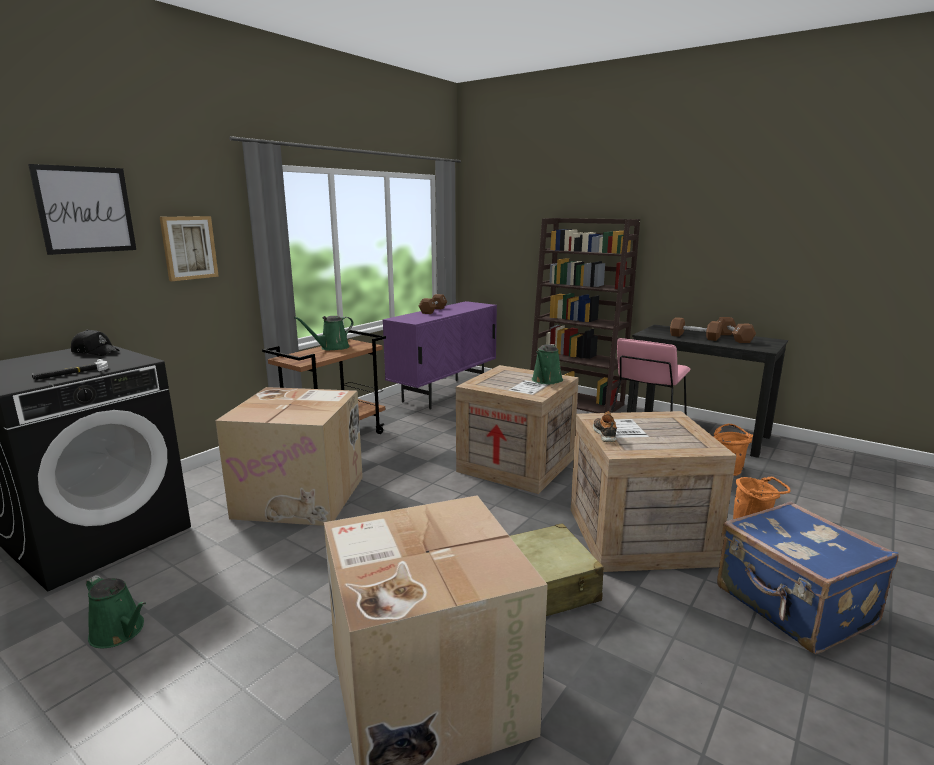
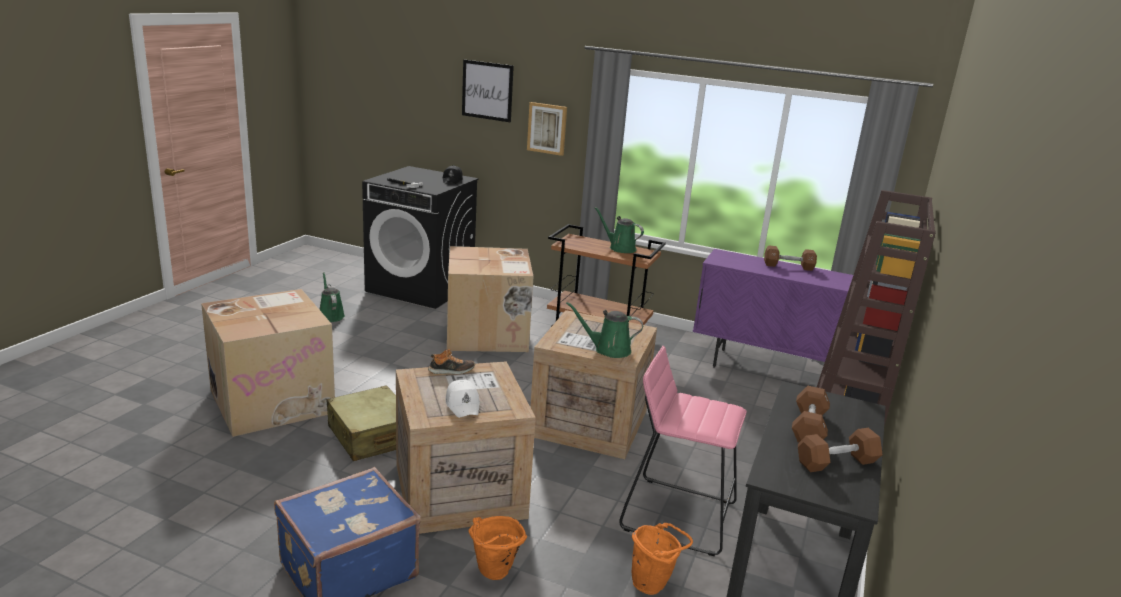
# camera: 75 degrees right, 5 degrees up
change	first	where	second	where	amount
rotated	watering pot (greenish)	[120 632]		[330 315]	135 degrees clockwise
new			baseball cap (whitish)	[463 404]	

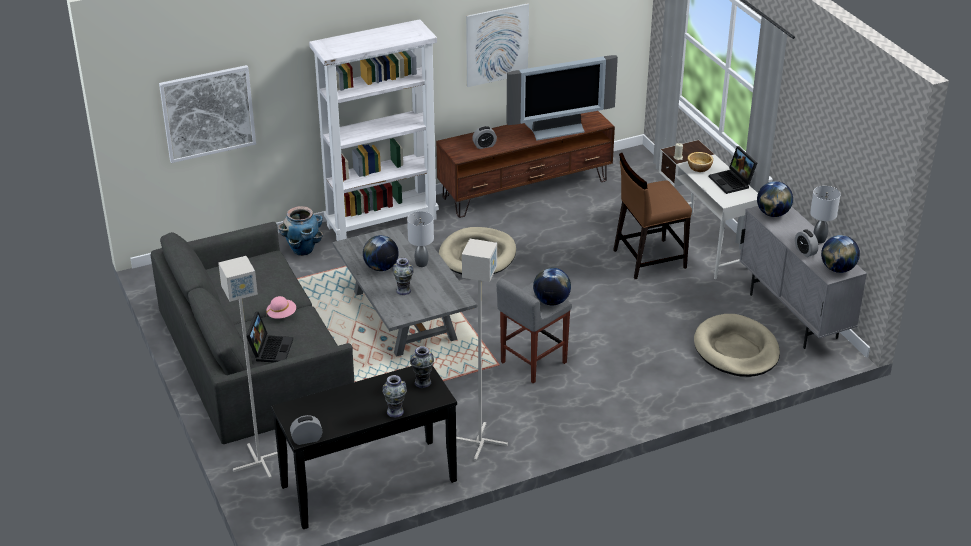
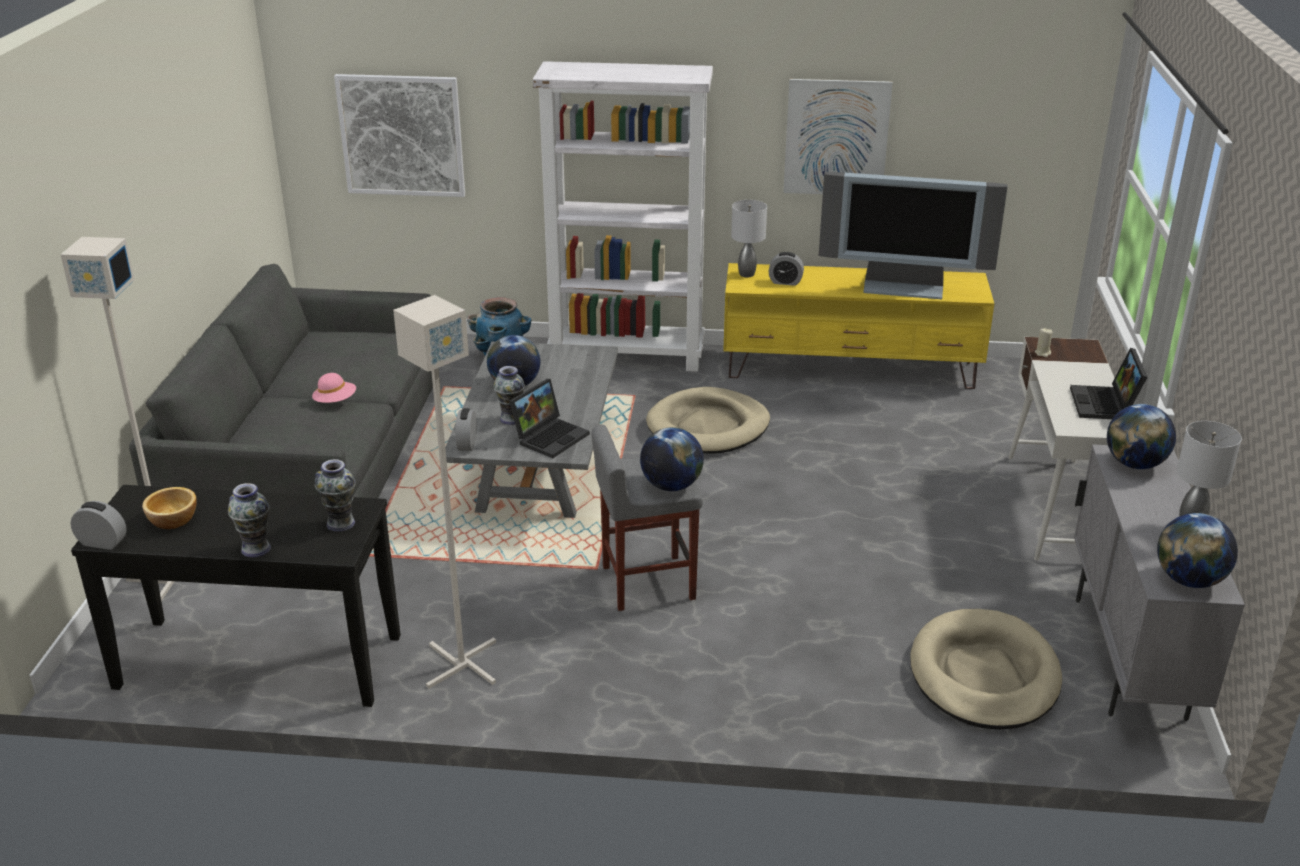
# camera: 30 degrees right, 5 degrees down
change	first	where	second	where	amount
shifted	laptop	[270 349]		[550 436]	
shifted	lamp for a table (grey)	[421 263]		[746 274]	
repainted	tv unit (brown-coloured)	[525 188]	tv unit (yellowish)	[851 369]	
gone	upright chair (brown-coloured)	[648 259]			
shifted	deep dish	[700 168]		[174 520]	
shifted	alarm clock	[805 251]		[467 444]	

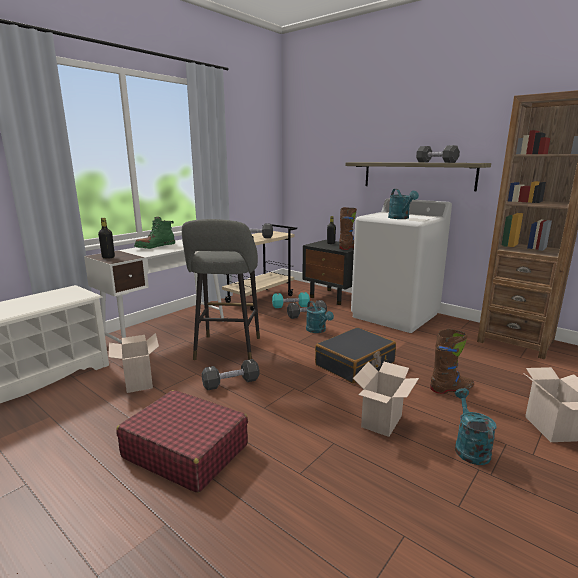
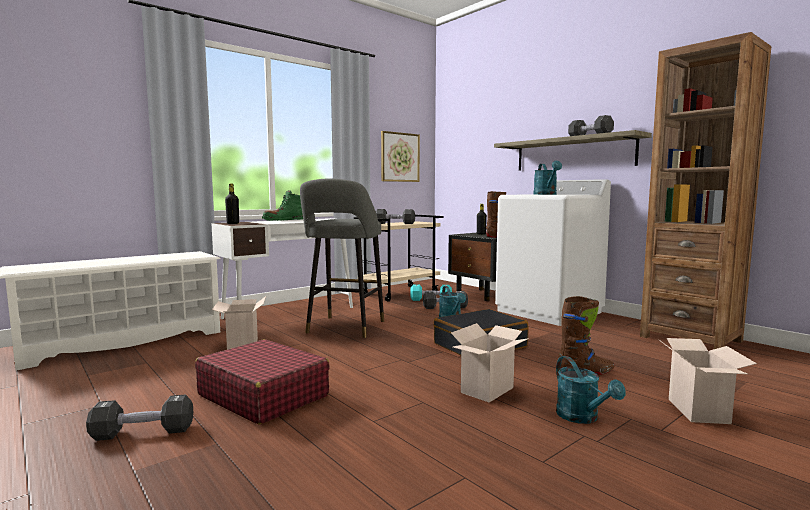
# camera: 10 degrees right, 10 degrees down
change	first	where	second	where	amount
shifted	hand weight (black-coloured)	[231 383]		[143 433]	
rotated	watering pot (turquoise-coloured)	[469 447]		[582 418]	150 degrees clockwise
new			picture	[400 157]	

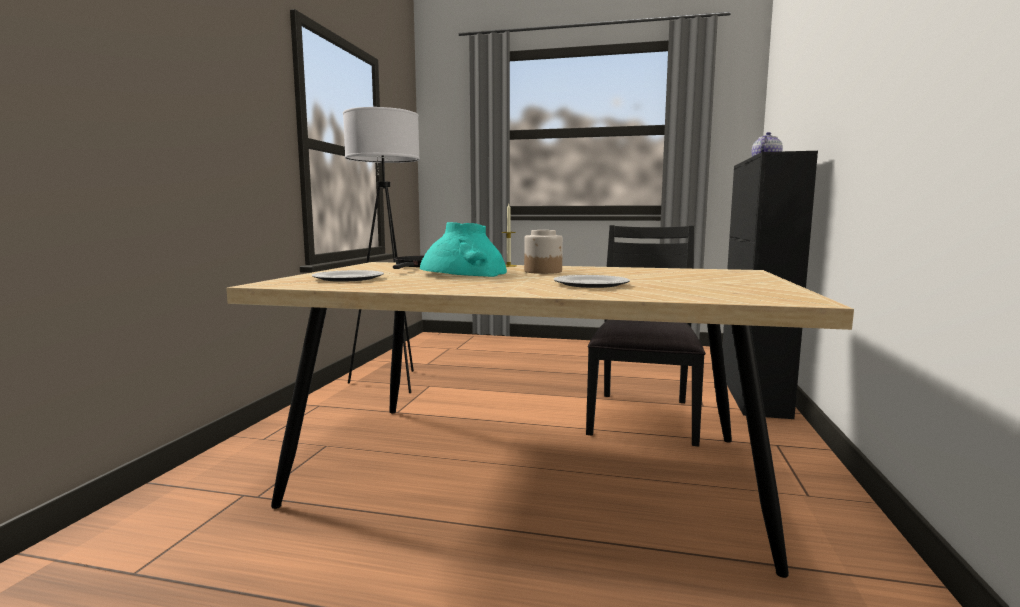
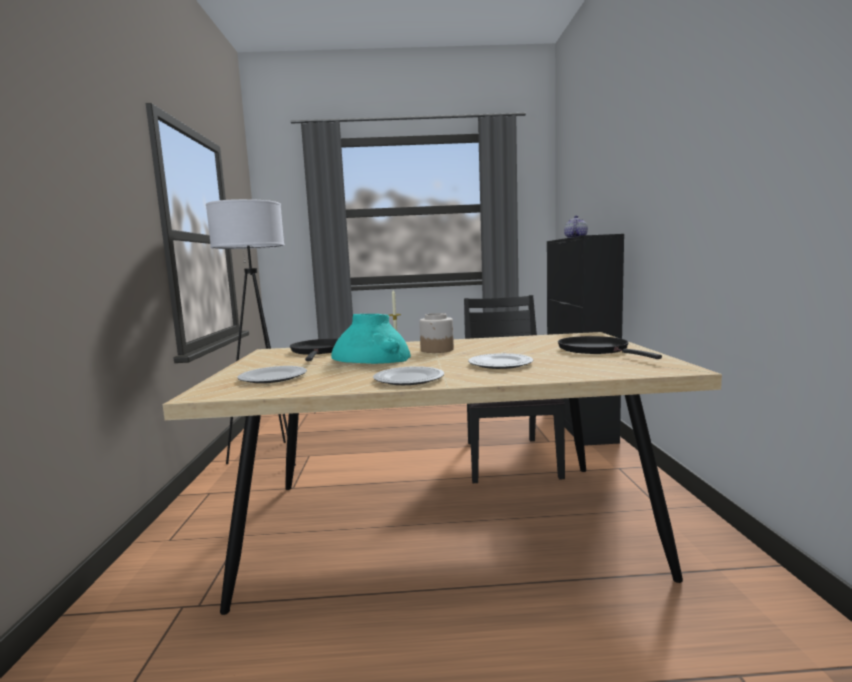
# camera: 15 degrees left, 0 degrees up
change	first	where	second	where	amount
new			plate	[409 379]	
new			pan (black-coloured)	[596 350]	

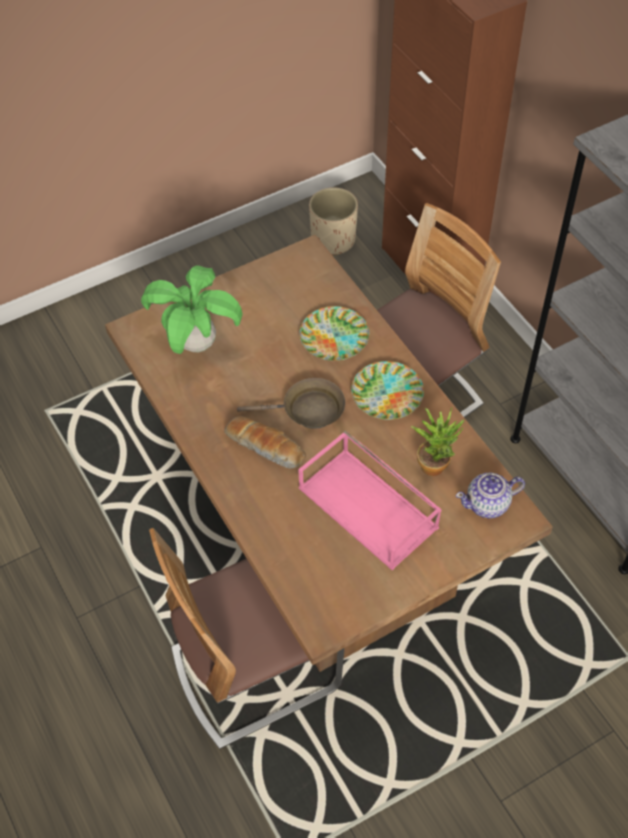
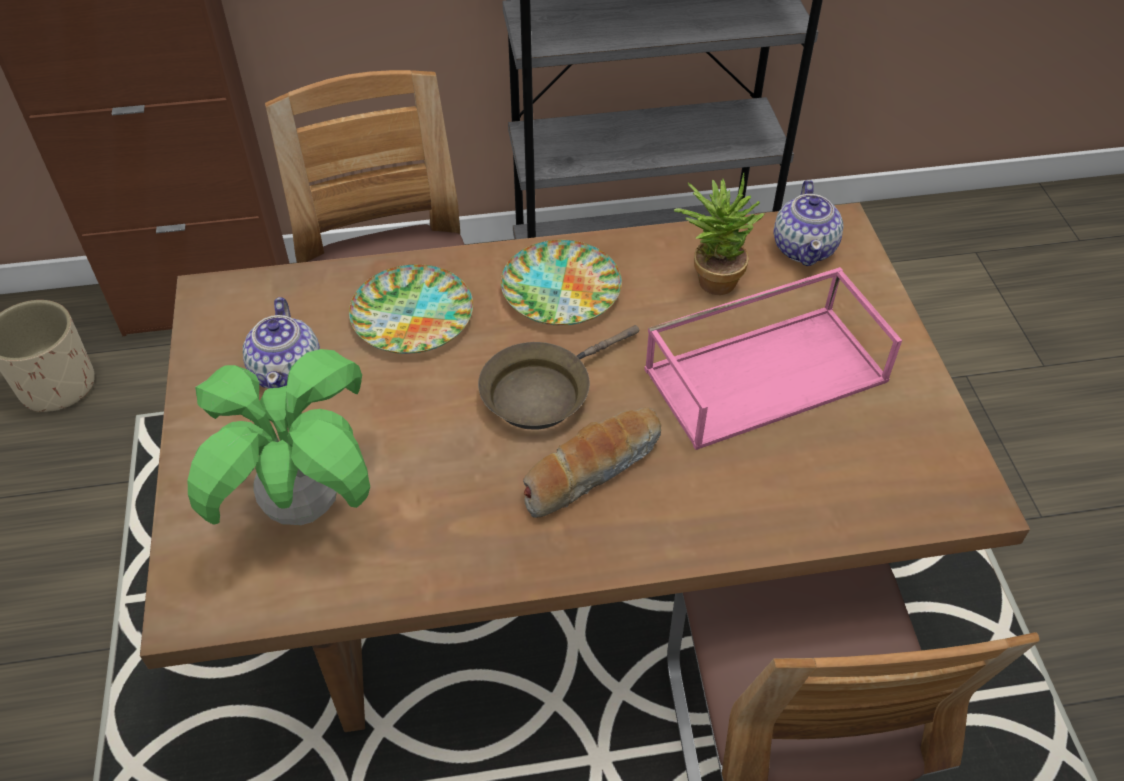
# camera: 70 degrees left, 5 degrees down
change	first	where	second	where	amount
rotated	pan (brown-coloured)	[308 410]		[542 391]	150 degrees counterclockwise
new			pot for tea	[288 371]	

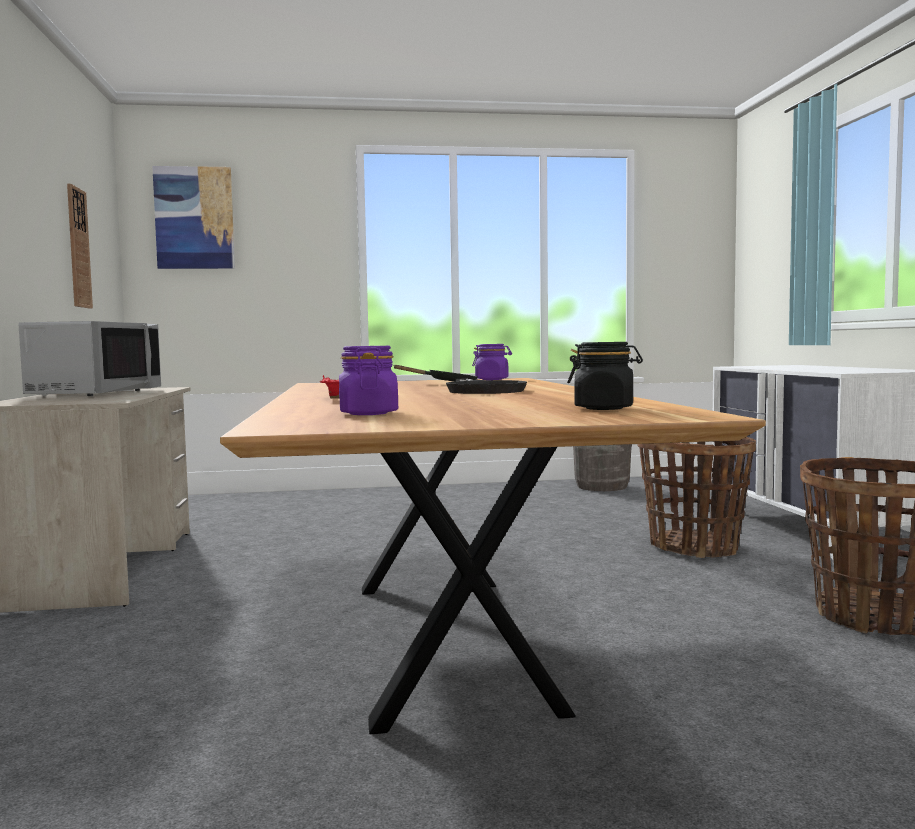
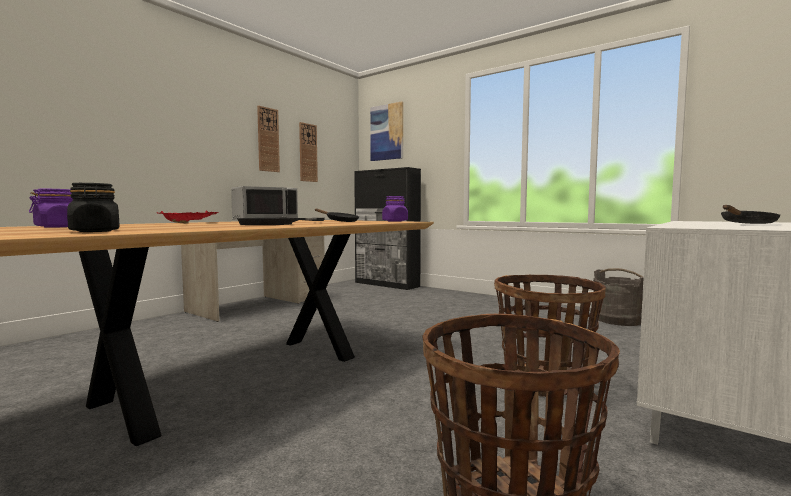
# camera: 45 degrees right, 0 degrees up
change	first	where	second	where	amount
new			clock on the wall	[268 139]	
new			cupboard (black-coloured)	[387 284]	
new			pan (black-coloured)	[746 224]	

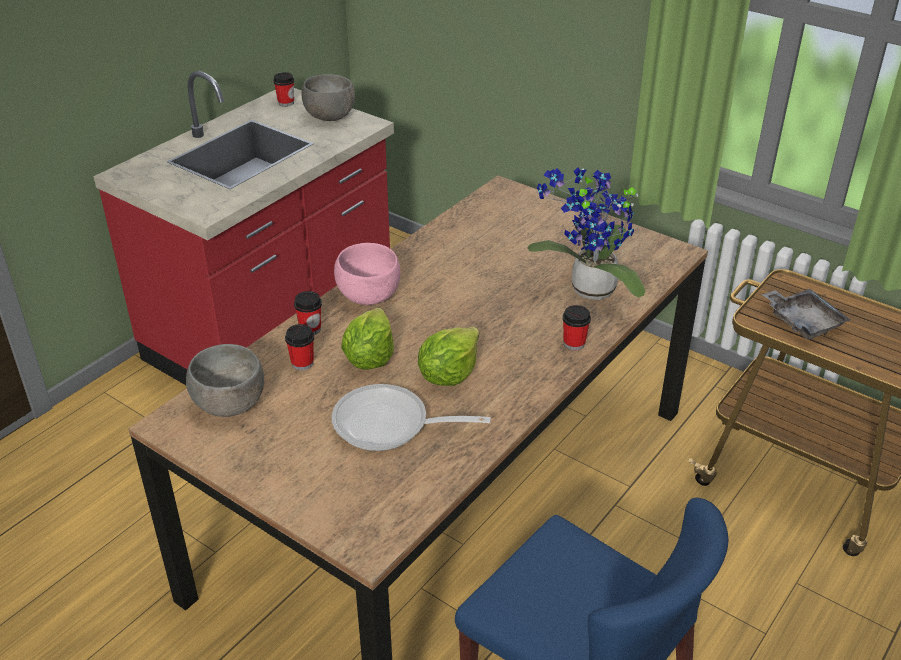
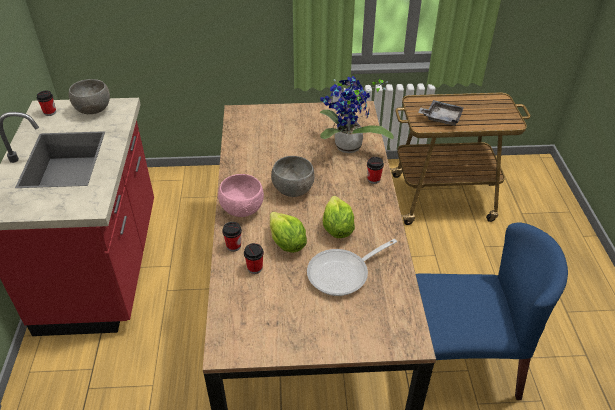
# camera: 40 degrees left, 5 degrees up
change	first	where	second	where	amount
shifted	deep dish (grey)	[229 405]		[293 191]	

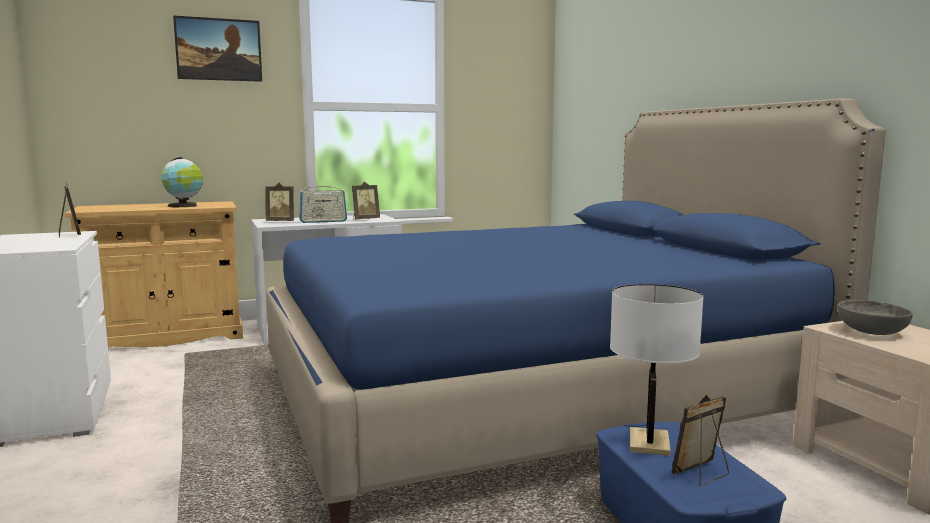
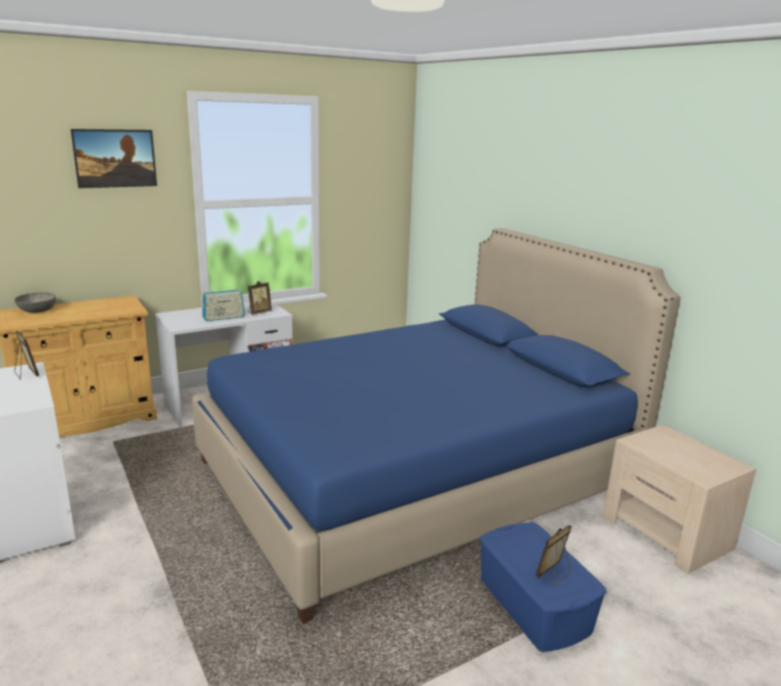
# camera: 10 degrees left, 10 degrees up
change	first	where	second	where	amount
gone	world globe	[184 206]			
gone	standing frame	[281 221]			
gone	lamp for a table (whitish)	[649 443]			
shifted	deep dish (grey)	[871 332]		[37 310]	

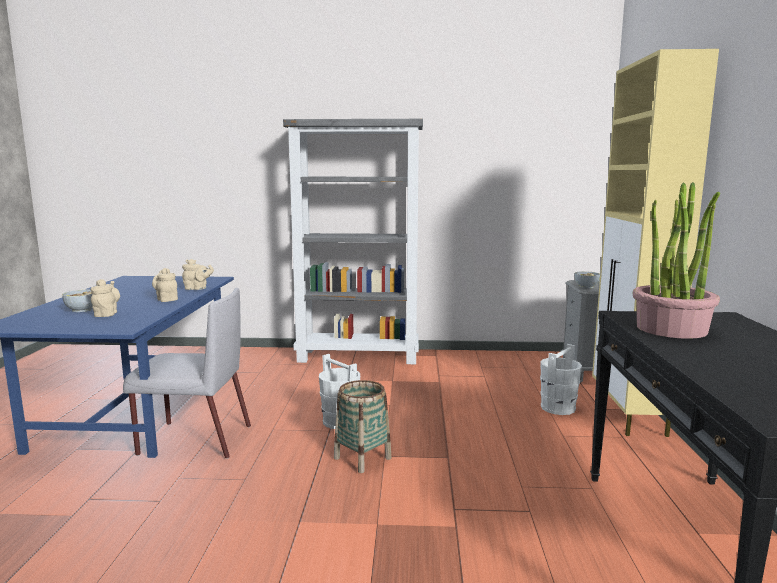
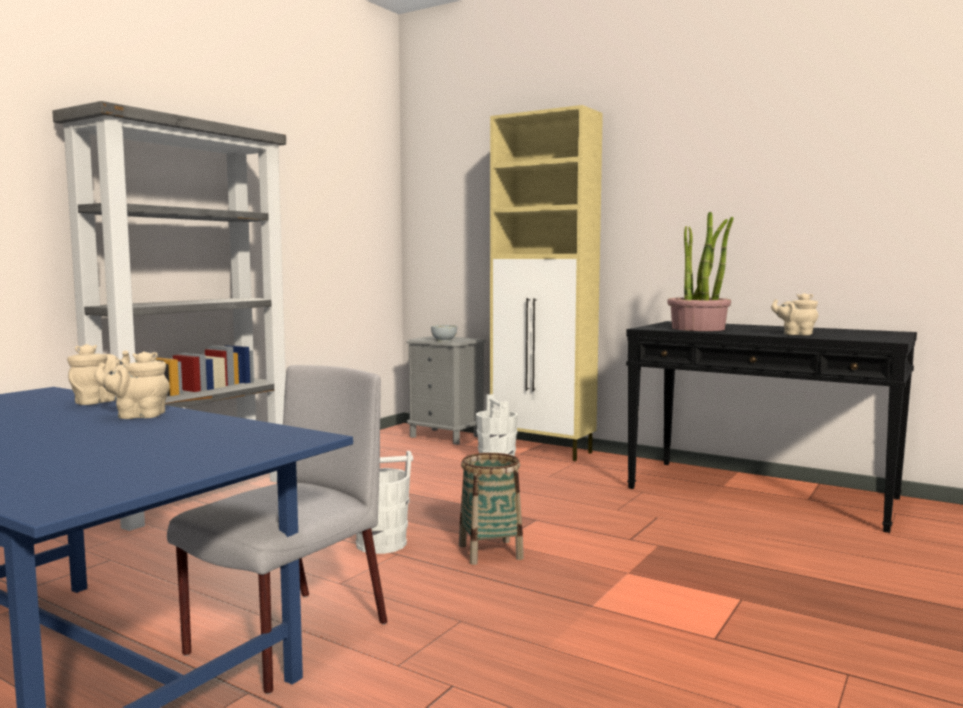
# camera: 60 degrees left, 5 degrees down
change	first	where	second	where	amount
gone	deep dish	[81 310]			
shifted	pot for tea (sand-coloured)	[107 314]		[795 334]	

